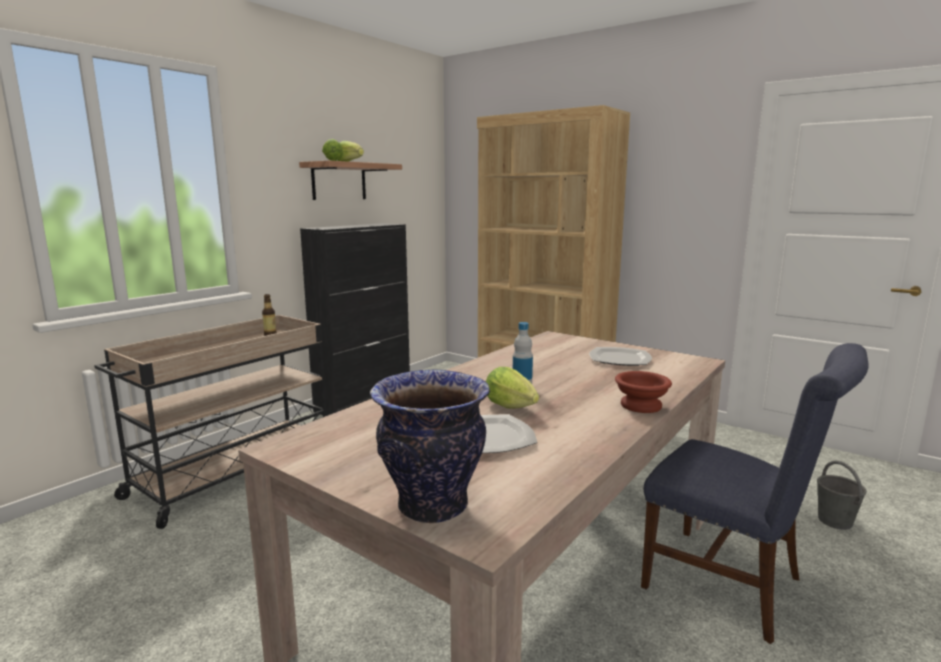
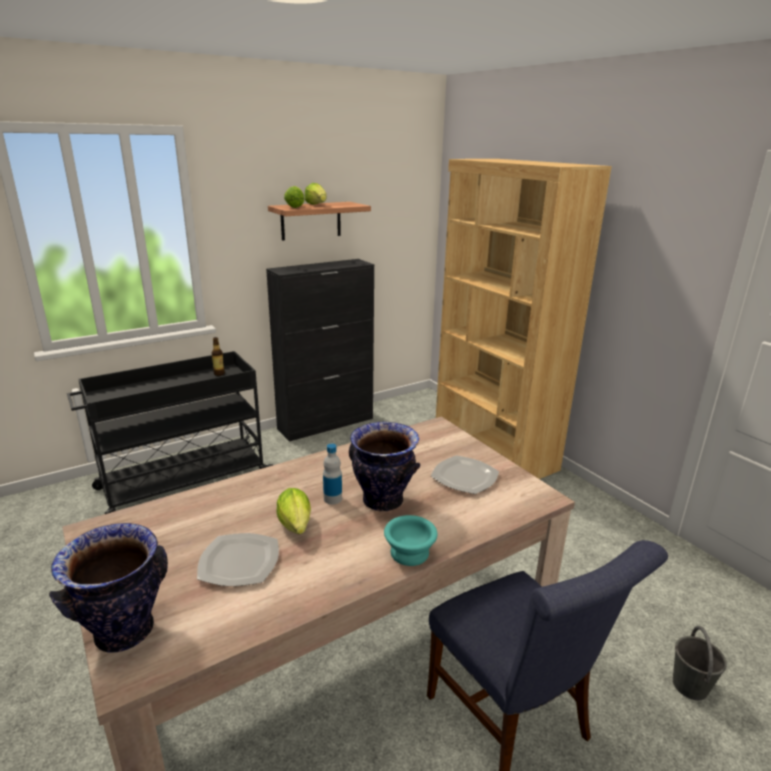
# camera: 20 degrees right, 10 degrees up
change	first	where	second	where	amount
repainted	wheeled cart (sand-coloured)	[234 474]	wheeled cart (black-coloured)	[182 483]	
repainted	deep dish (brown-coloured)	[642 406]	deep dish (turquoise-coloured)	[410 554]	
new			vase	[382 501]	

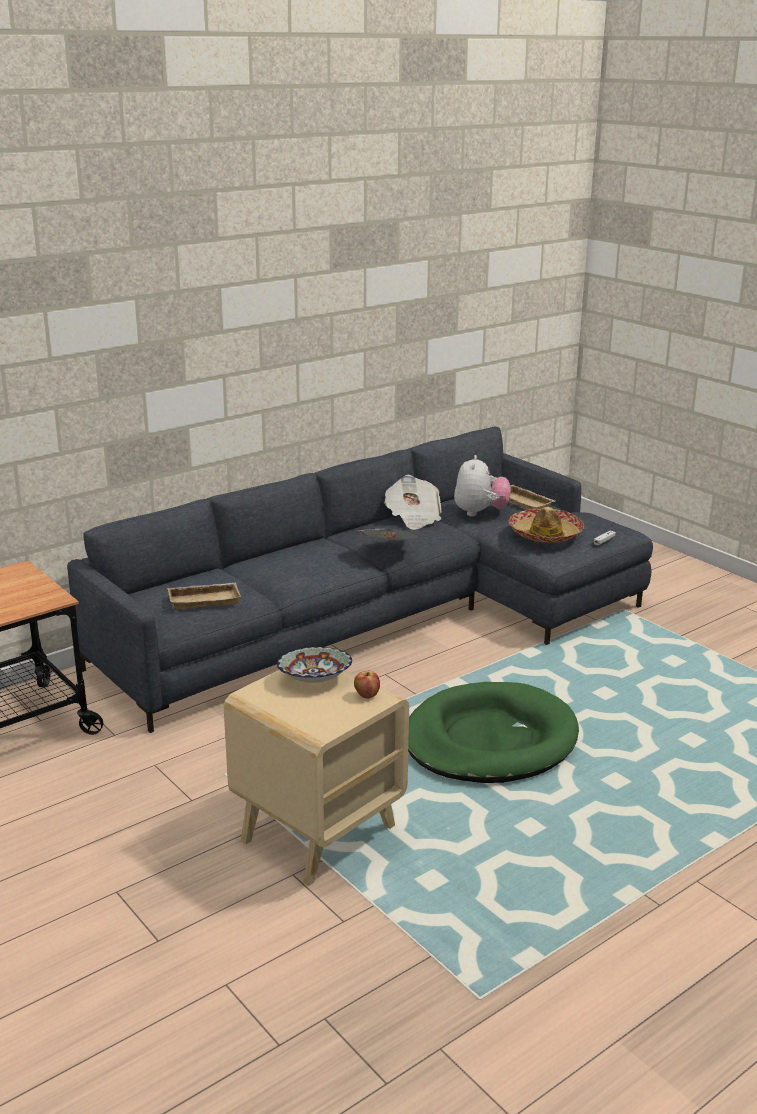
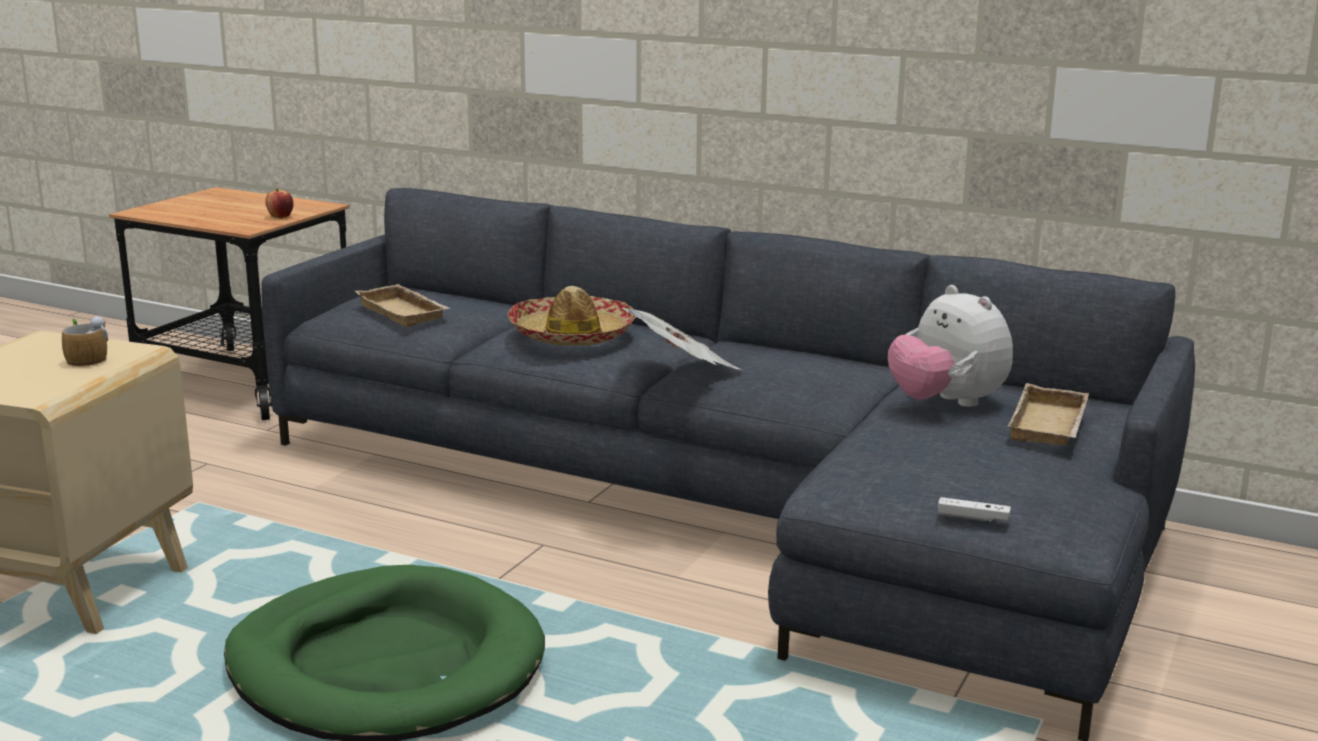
# camera: 65 degrees right, 5 degrees down
change	first	where	second	where	amount
swapped	deep dish	[315 680]	tea mug	[85 358]	
shifted	whole apple	[367 695]		[280 217]	
gone	daily paper	[413 517]			
rotated	soft toy	[480 513]		[946 404]	75 degrees clockwise
shifted	wearable hat	[545 534]		[572 335]	

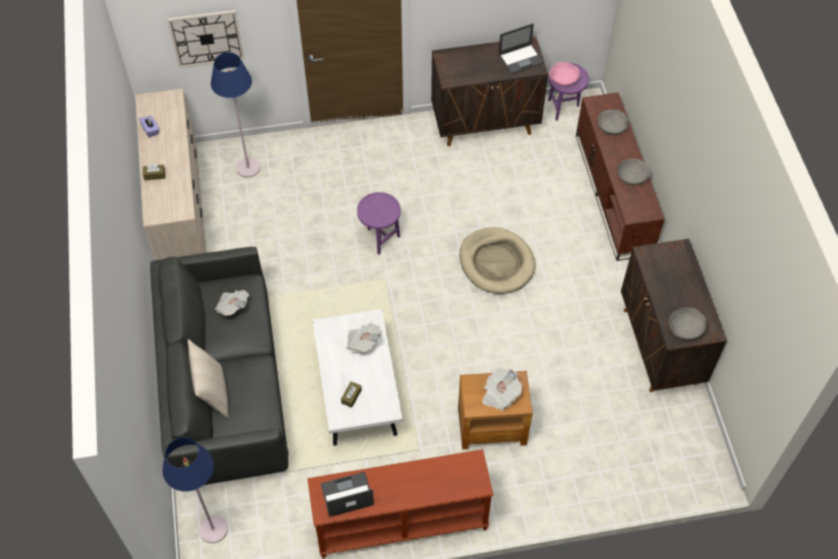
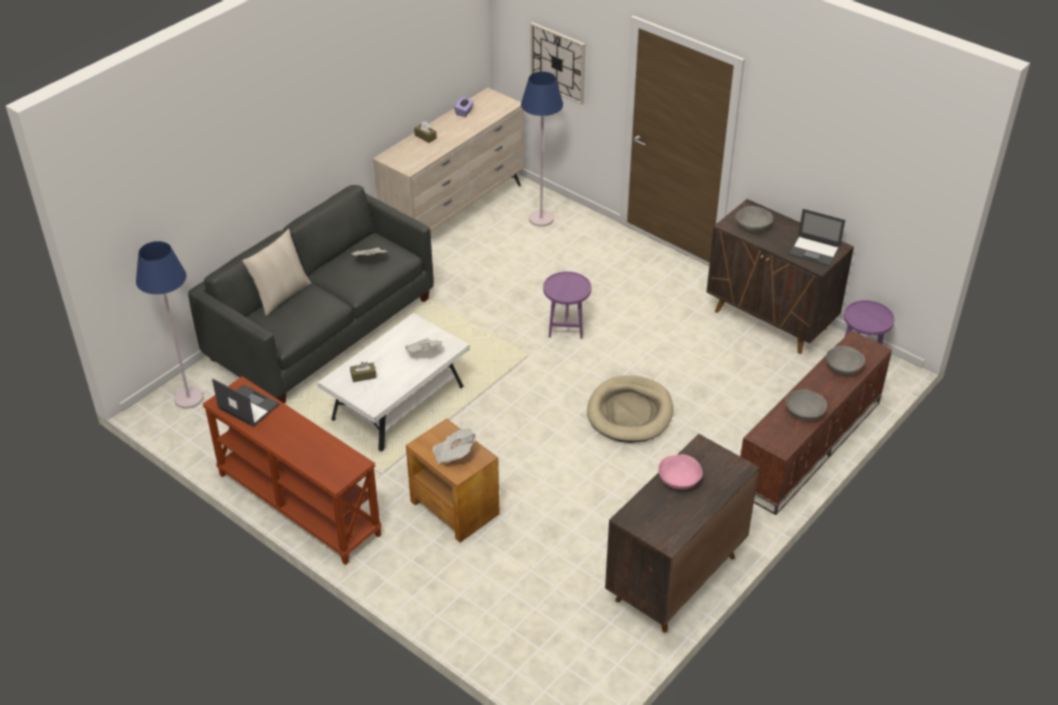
# camera: 50 degrees right, 15 degrees down
change	first	where	second	where	amount
shifted	deep dish (pink-coloured)	[563 79]		[679 479]	
shifted	deep dish (grey)	[685 328]		[753 226]	

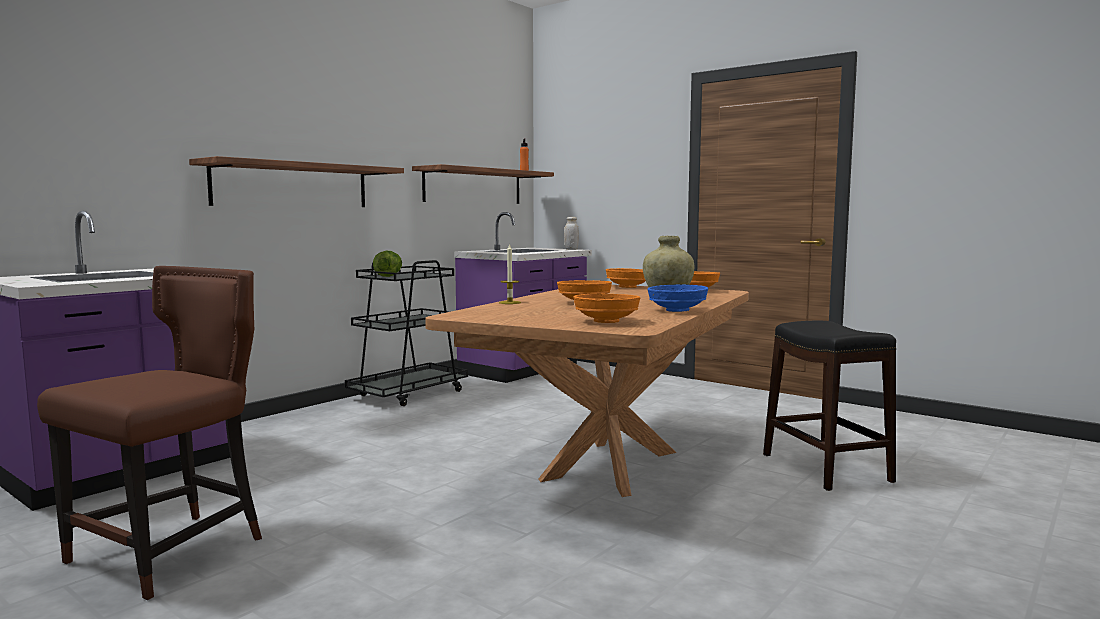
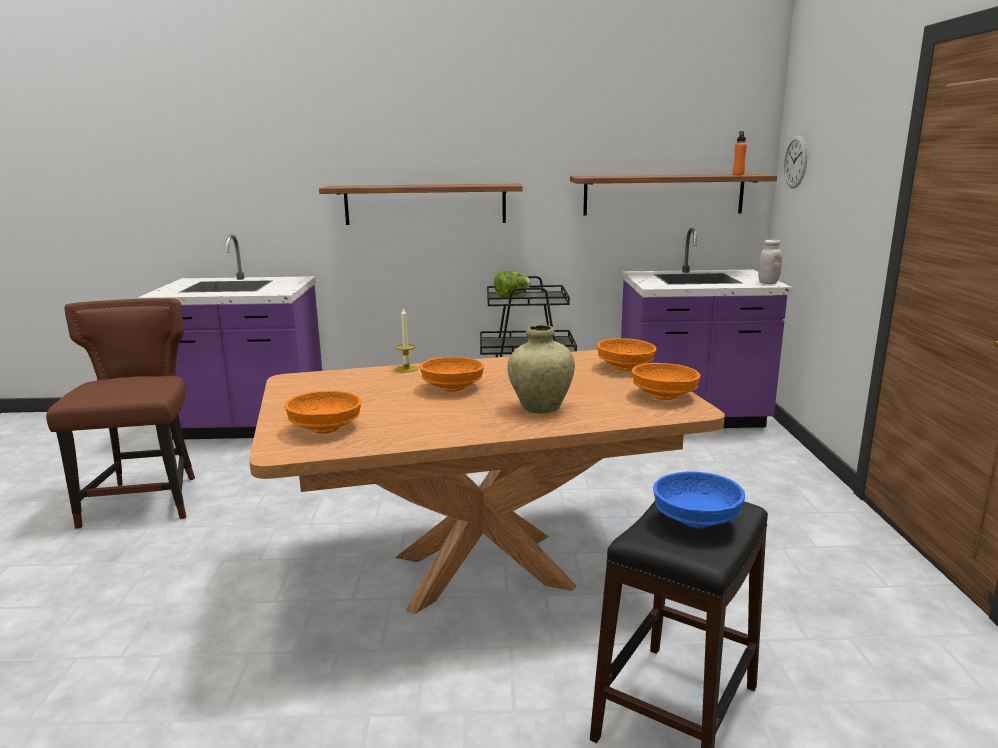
# camera: 50 degrees right, 10 degrees up
change	first	where	second	where	amount
rotated	upright chair (brown-coloured)	[173 551]		[146 500]	90 degrees counterclockwise
shifted	deep dish (blue-coloured)	[677 310]		[697 520]	
new			clock on the wall	[795 162]	

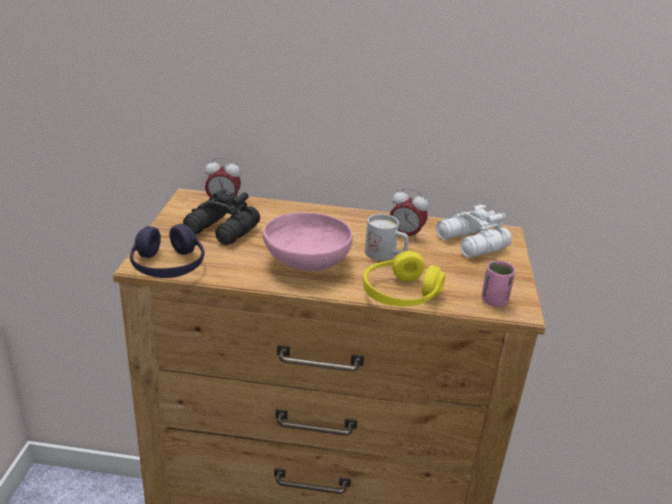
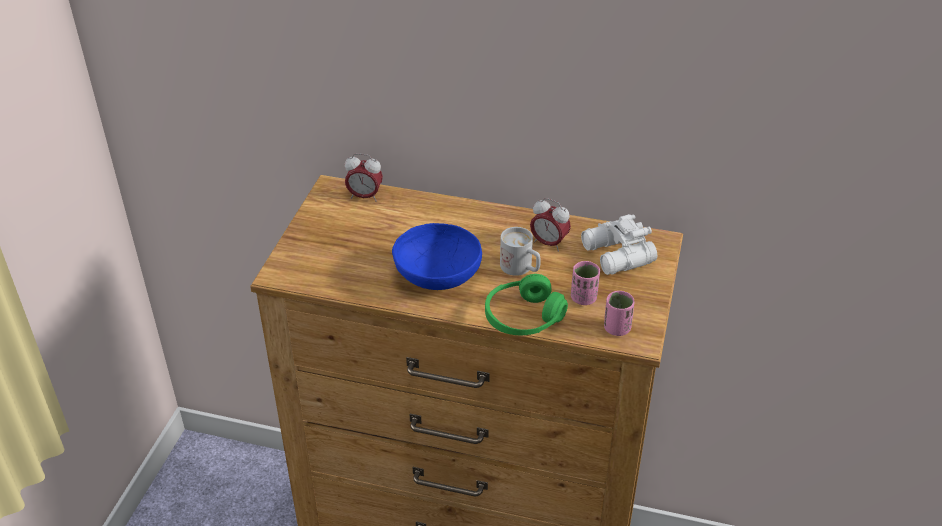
# camera: 10 degrees right, 10 degrees up
change	first	where	second	where	amount
gone	headphones (purple-coloured)	[168 265]			
gone	binoculars (black-coloured)	[222 231]			
repainted	deep dish (pink-coloured)	[306 263]	deep dish (blue-coloured)	[437 277]	
repainted	headphones (yellowish)	[400 294]	headphones (greenish)	[523 318]	
new			drinking cup (pink-coloured)	[583 298]	

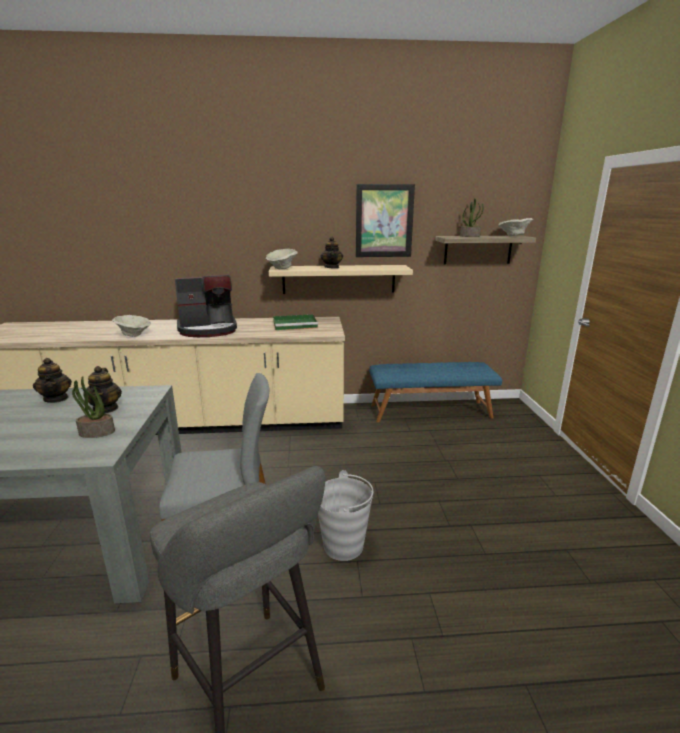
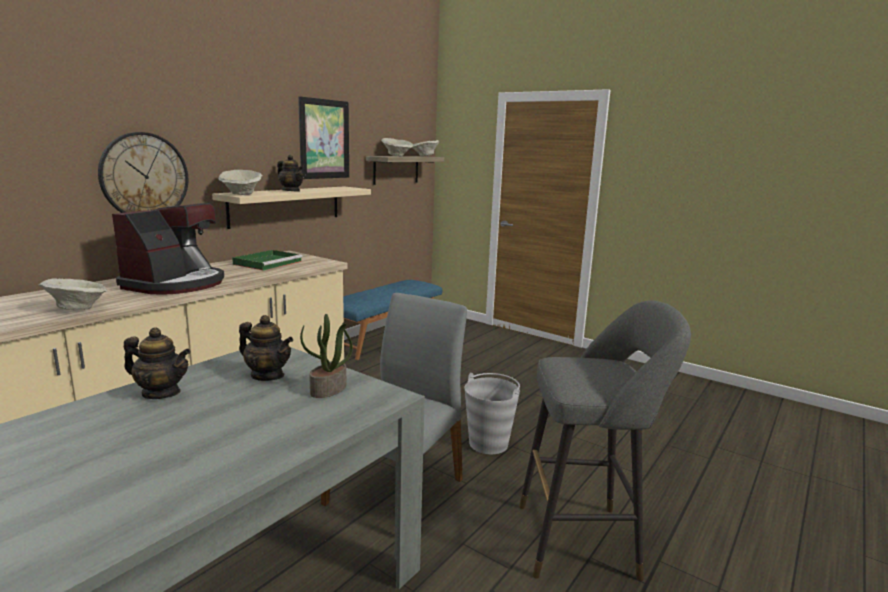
# camera: 50 degrees left, 5 degrees down
change	first	where	second	where	amount
swapped	plant in a pot	[470 236]	deep dish (sand-coloured)	[397 156]	
new			clock on the wall	[144 176]	

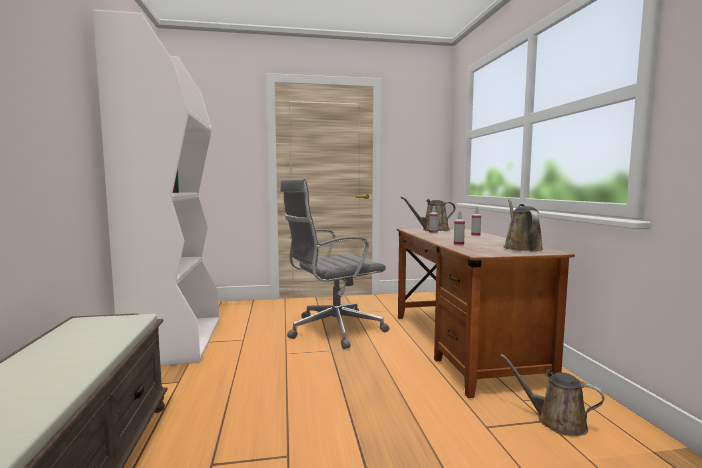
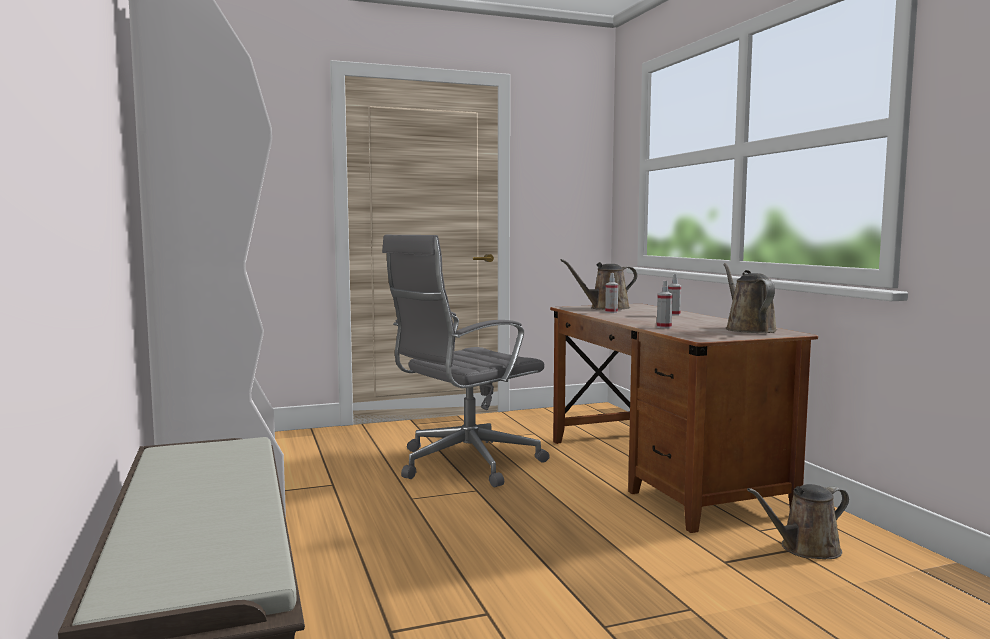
# camera: 10 degrees left, 0 degrees up
change	first	where	second	where	amount
rotated	watering pot (brown-coloured)	[556 421]		[805 549]	45 degrees counterclockwise

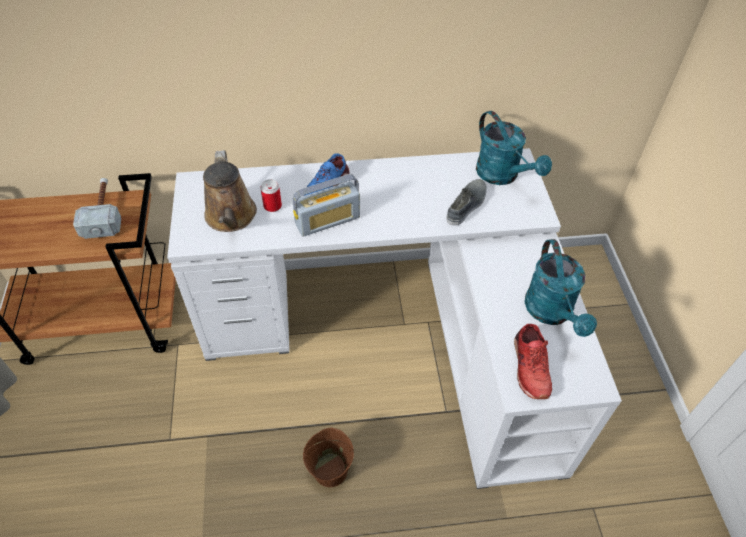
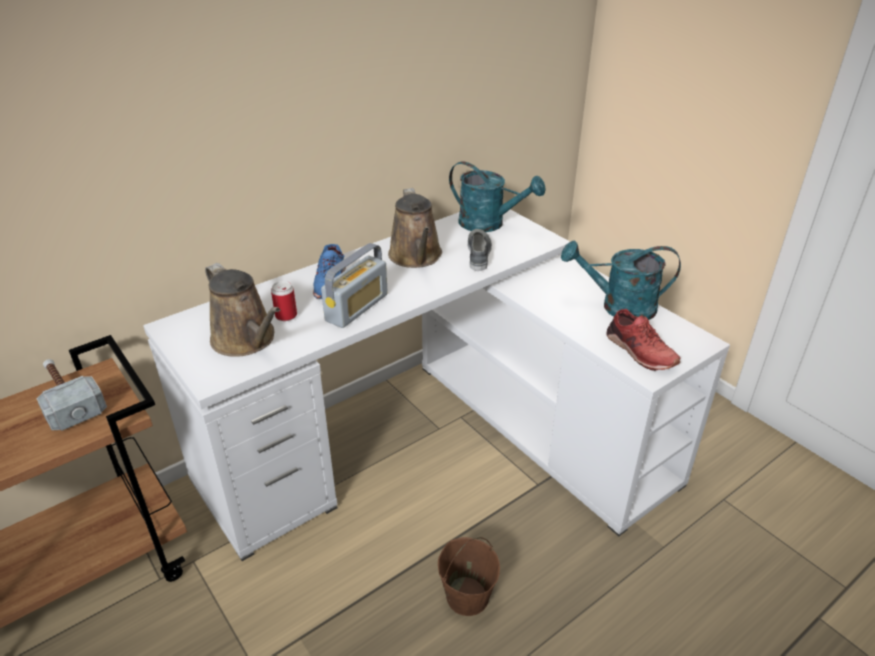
# camera: 30 degrees left, 15 degrees down
change	first	where	second	where	amount
rotated	watering pot (turquoise-coloured)	[552 313]		[618 307]	135 degrees clockwise
new			watering pot (brown-coloured)	[416 257]	

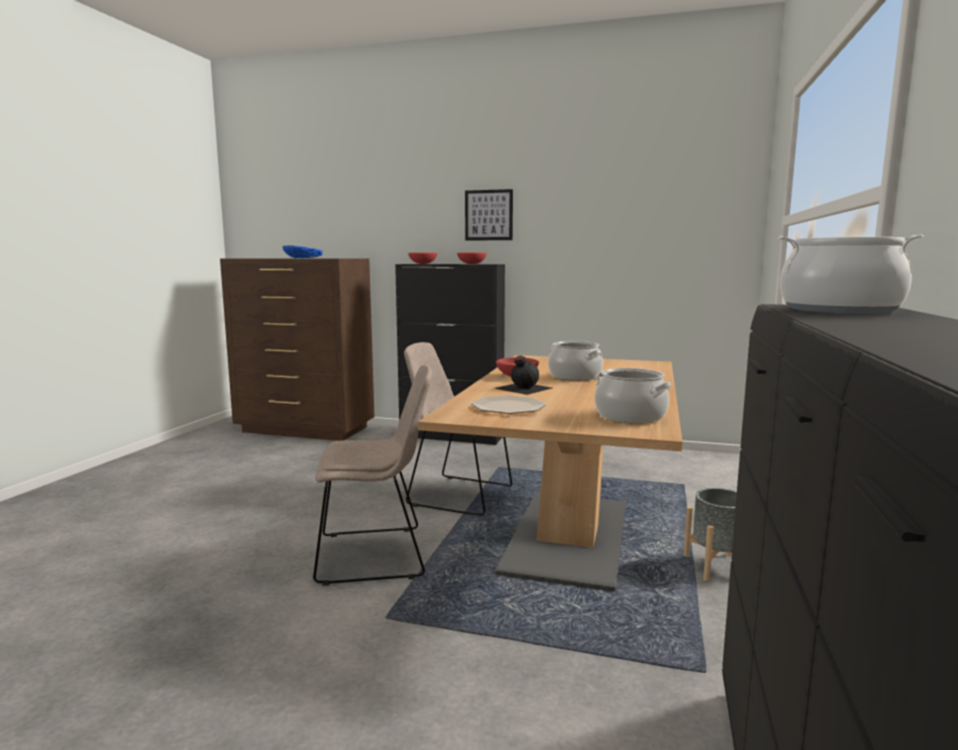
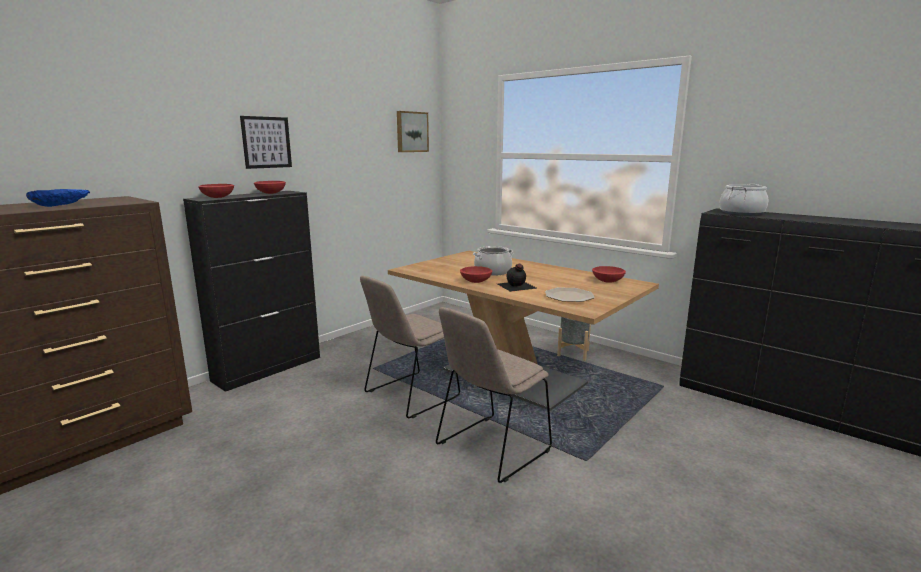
# camera: 65 degrees left, 5 degrees up
change	first	where	second	where	amount
rotated	upright chair (sand-coloured)	[376 555]		[490 449]	150 degrees counterclockwise
swapped	saucepot	[630 416]	deep dish (red-coloured)	[607 281]	
new			picture	[411 132]	

